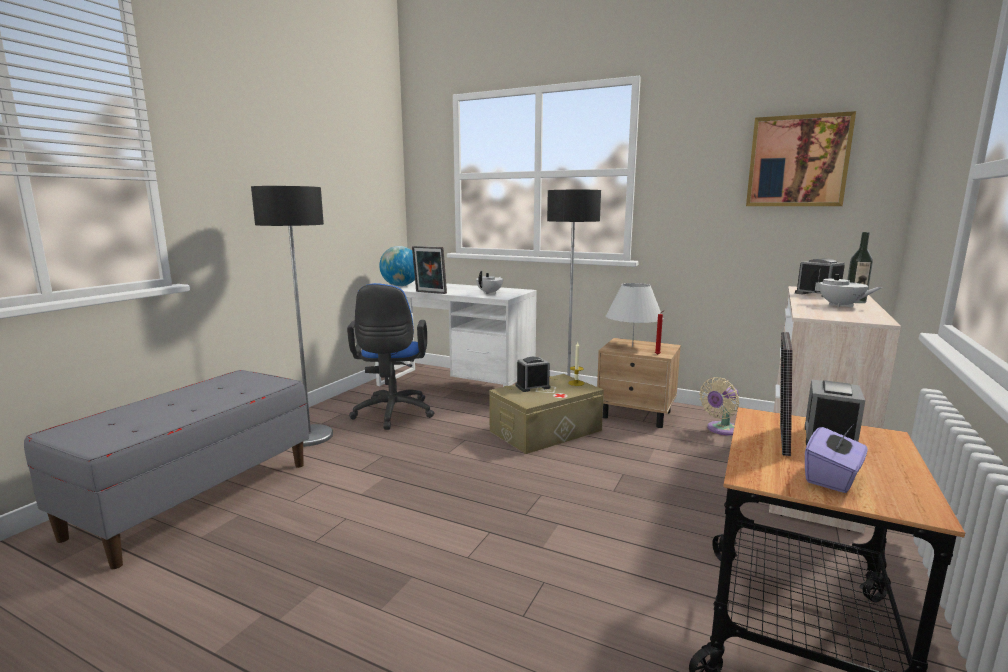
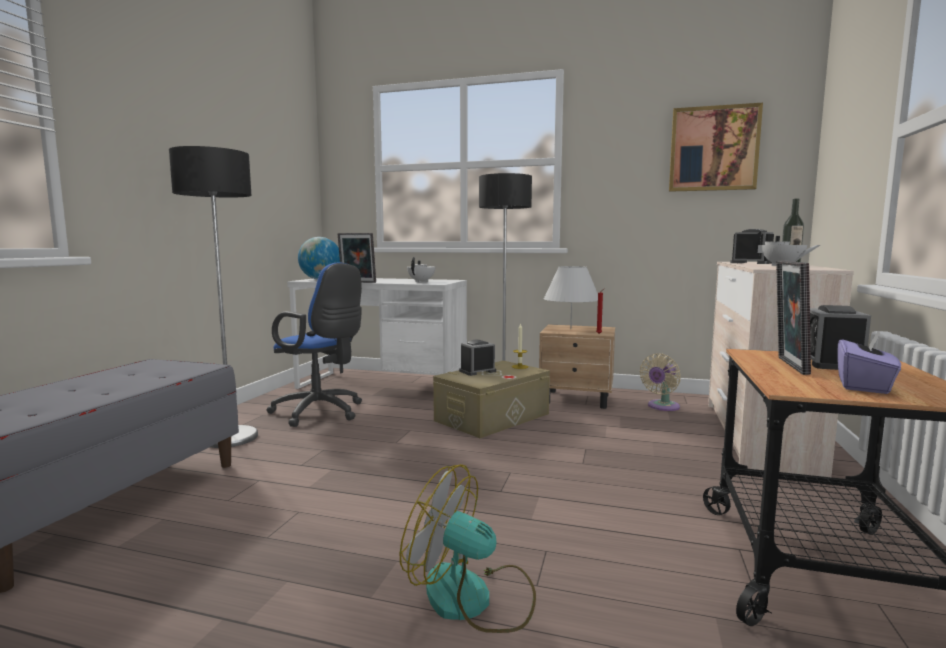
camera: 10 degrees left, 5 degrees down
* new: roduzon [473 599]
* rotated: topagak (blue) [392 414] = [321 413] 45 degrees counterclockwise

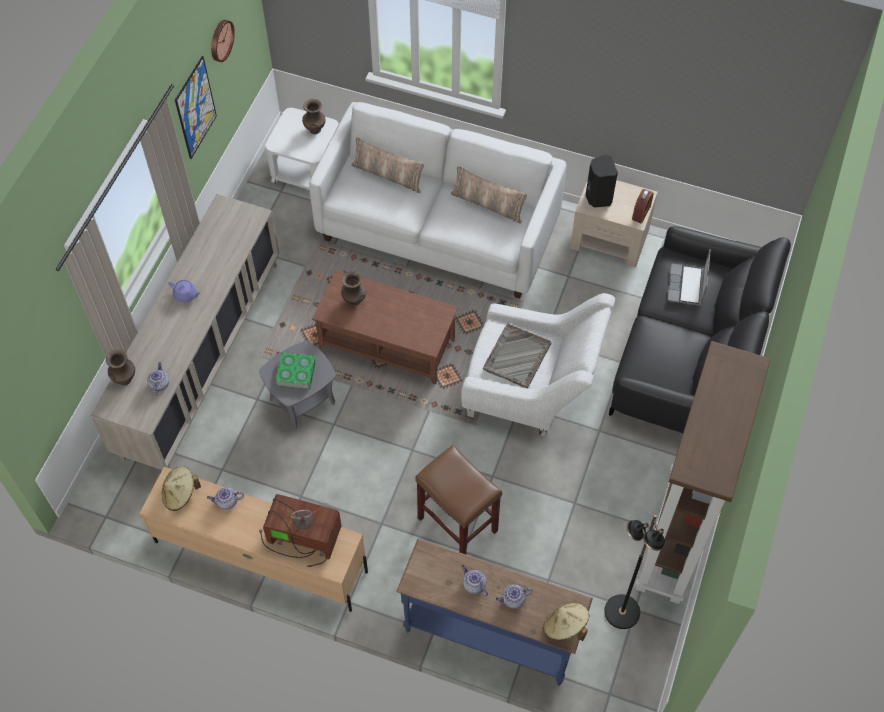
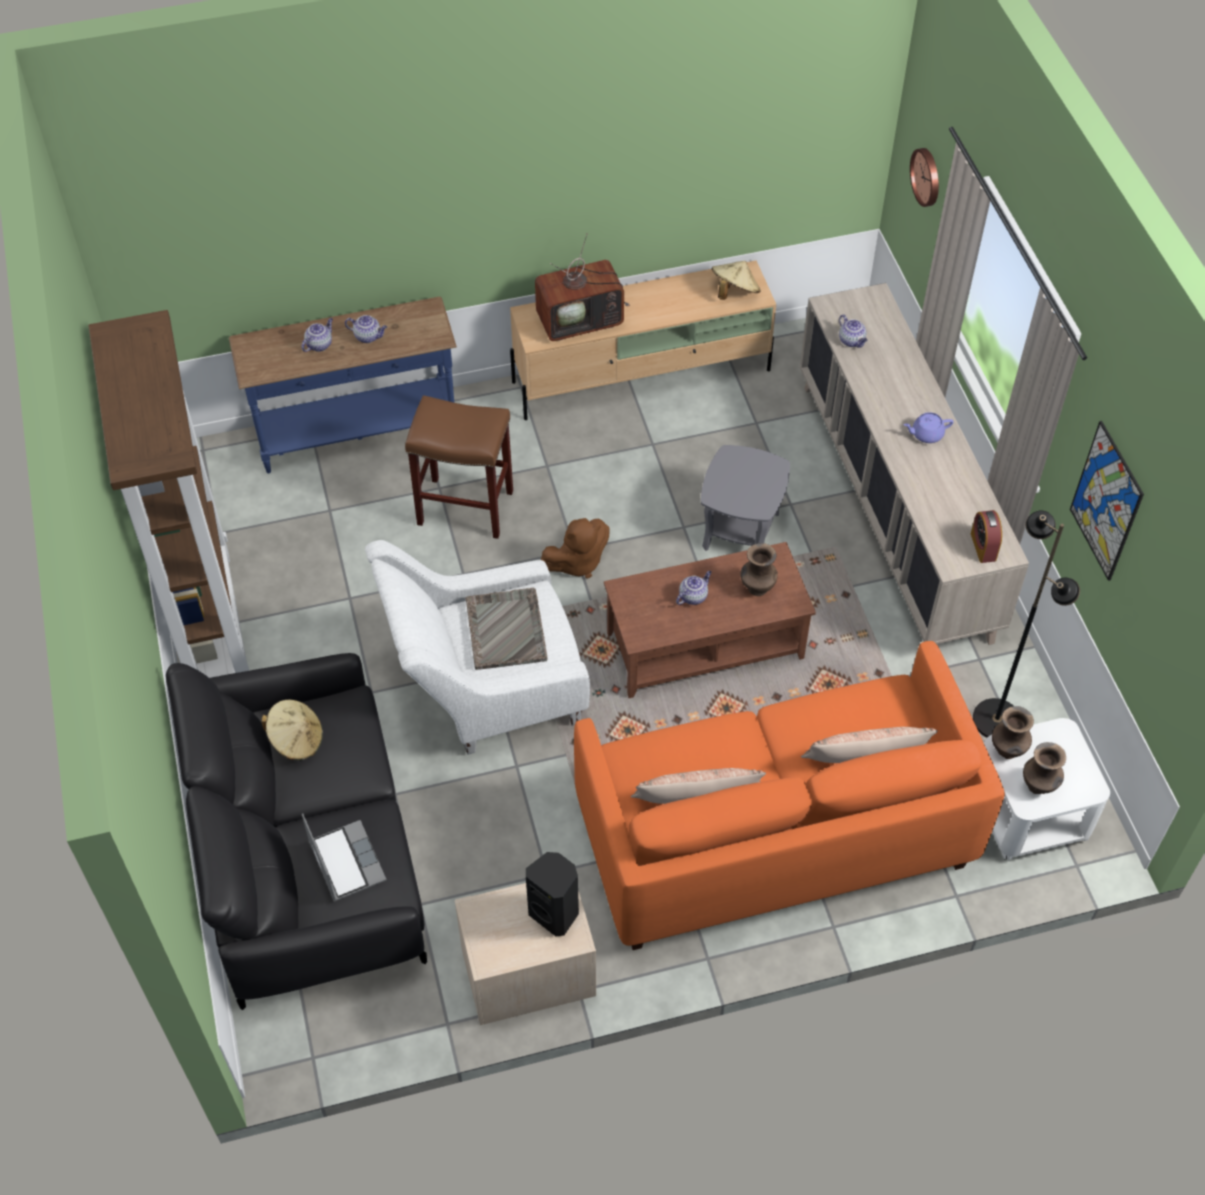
camera: 145 degrees right, 5 degrees down
* gone: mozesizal [296 373]
* new: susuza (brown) [577 562]
* shifted: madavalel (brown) [125 379] to [1007 751]
* shifted: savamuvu [226 502] to [693 596]
* shifted: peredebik [220 40] to [927 176]
* shifted: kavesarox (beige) [565 627] to [296 740]
* shifted: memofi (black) [621 612] to [996 719]
* shifted: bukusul [641 212] to [983 546]
* repainted: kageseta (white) [438 229] to kageseta (orange) [773 834]

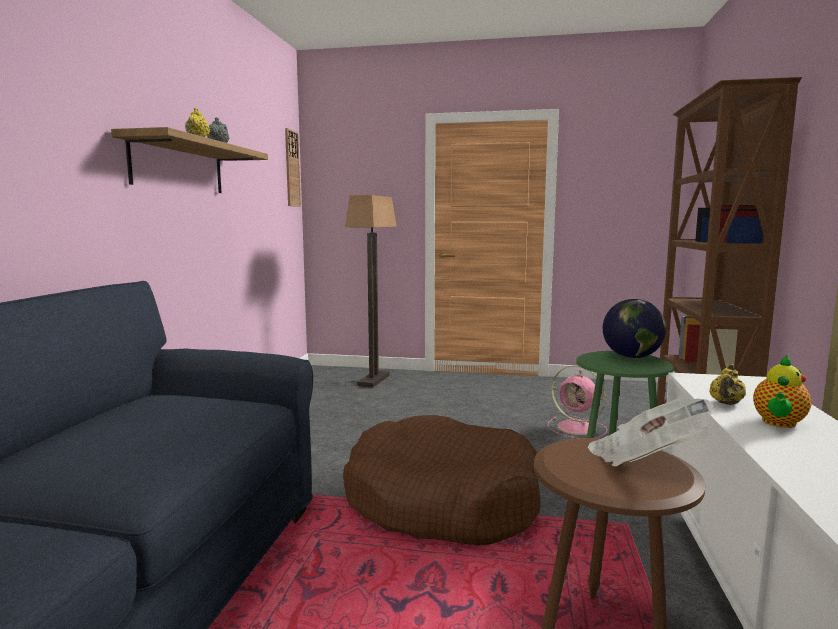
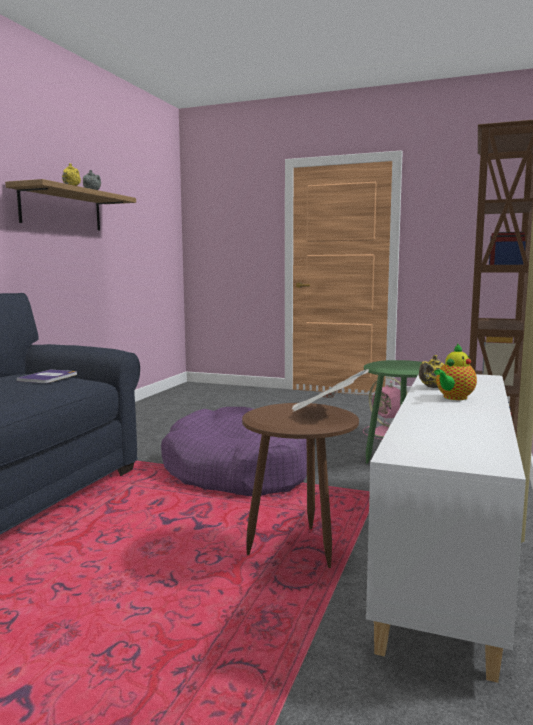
camera: 10 degrees right, 0 degrees up
* gone: peredebik [292 168]
* gone: memofi [374 380]
* gone: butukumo [632 357]
* new: mozesizal [48 377]
* repainted: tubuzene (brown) [441 501] to tubuzene (purple) [238 471]

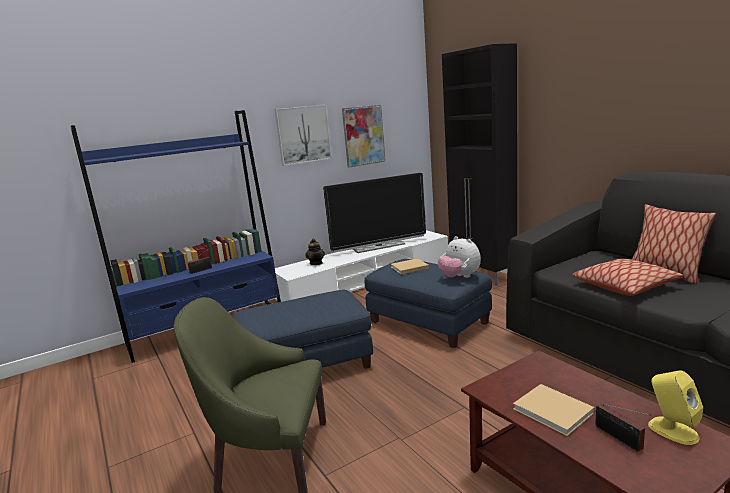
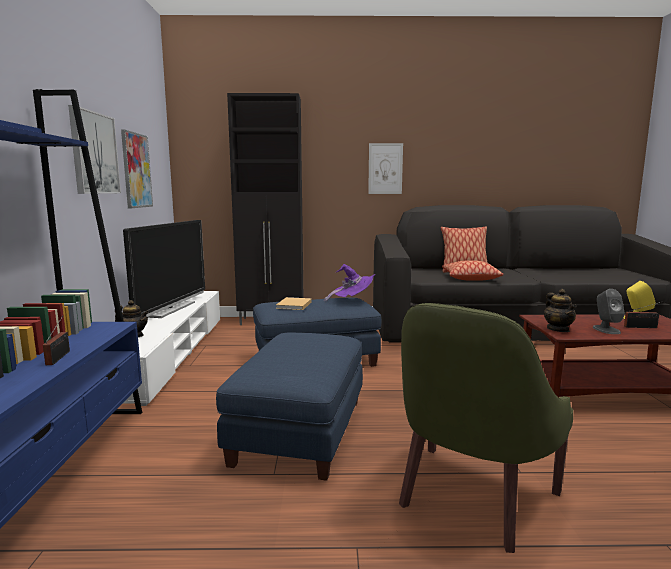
camera: 60 degrees left, 5 degrees down
* new: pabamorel [385 168]
* new: savamuvu [558 329]
* swapped: susuza [459 277] to kavesarox (purple) [352 301]
* swapped: mozesizal (beige) [554 412] to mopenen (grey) [606 329]

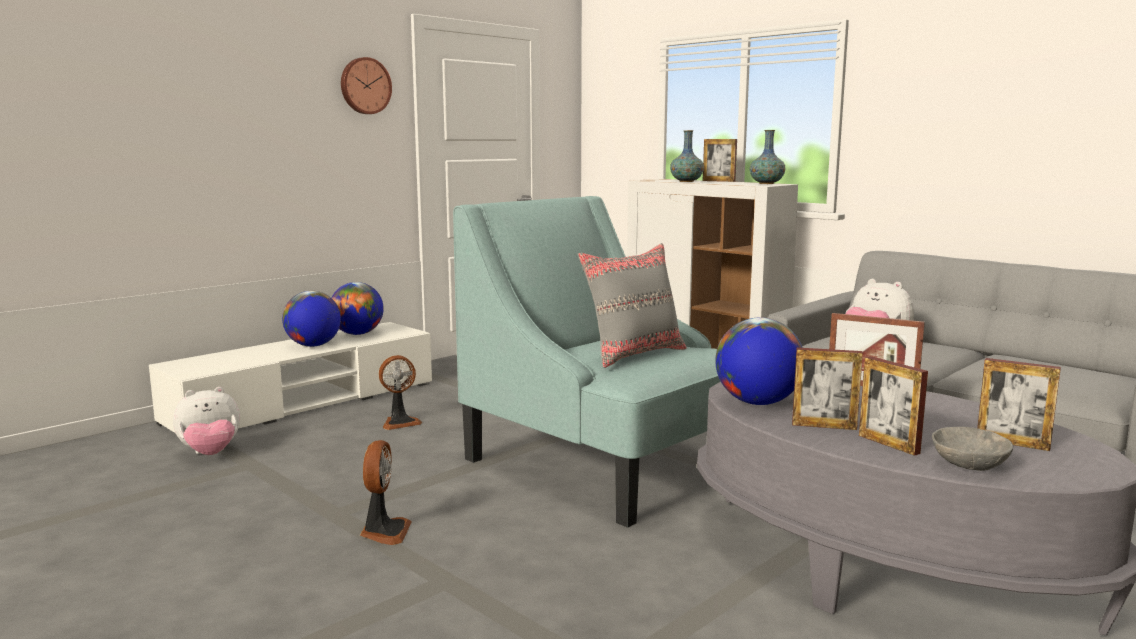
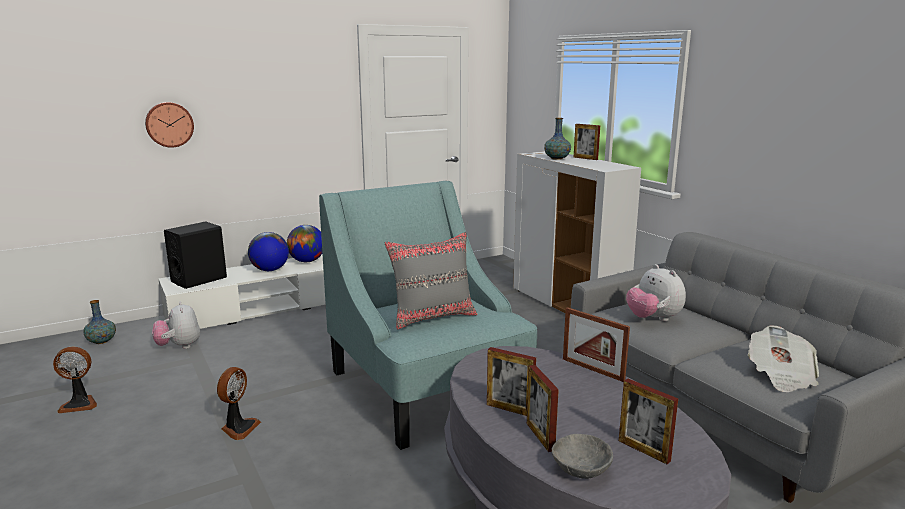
camera: 15 degrees right, 5 degrees up
* gone: butukumo [757 402]
* new: mopenen (black) [199 280]
* new: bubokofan [780 376]
* shifted: peredebik [365 86] to [169 124]
* shifted: roduzon [399 422] to [80 404]
* shifted: madavalel [766 183] to [101 341]
* rotated: susuza [210 454] = [179 346] 75 degrees clockwise

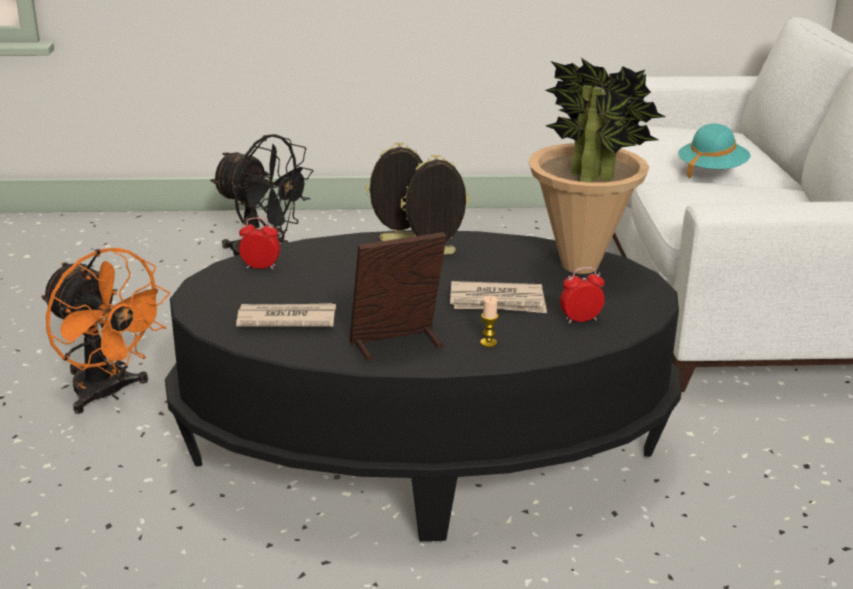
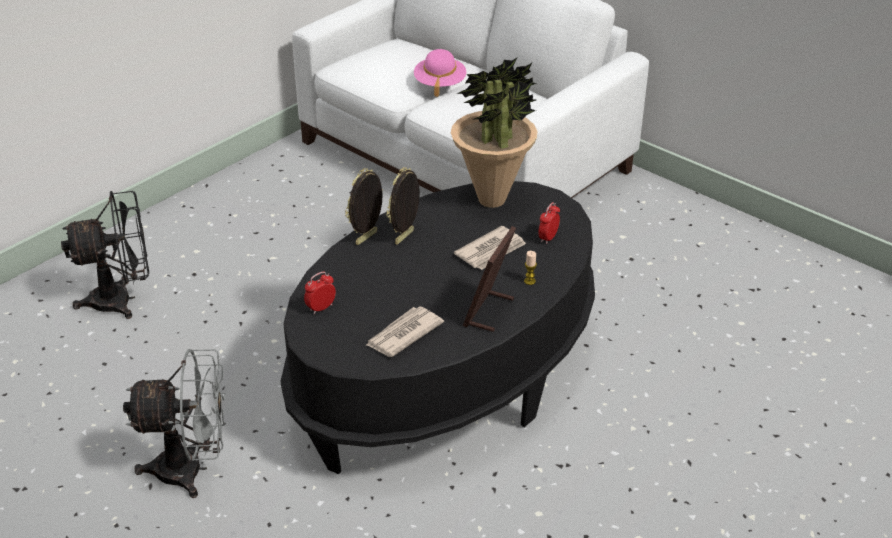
camera: 45 degrees left, 10 degrees up
* repainted: roduzon (orange) [108 393] to roduzon (grey) [192 470]
* repainted: kavesarox (turquoise) [711 171] to kavesarox (pink) [439 84]

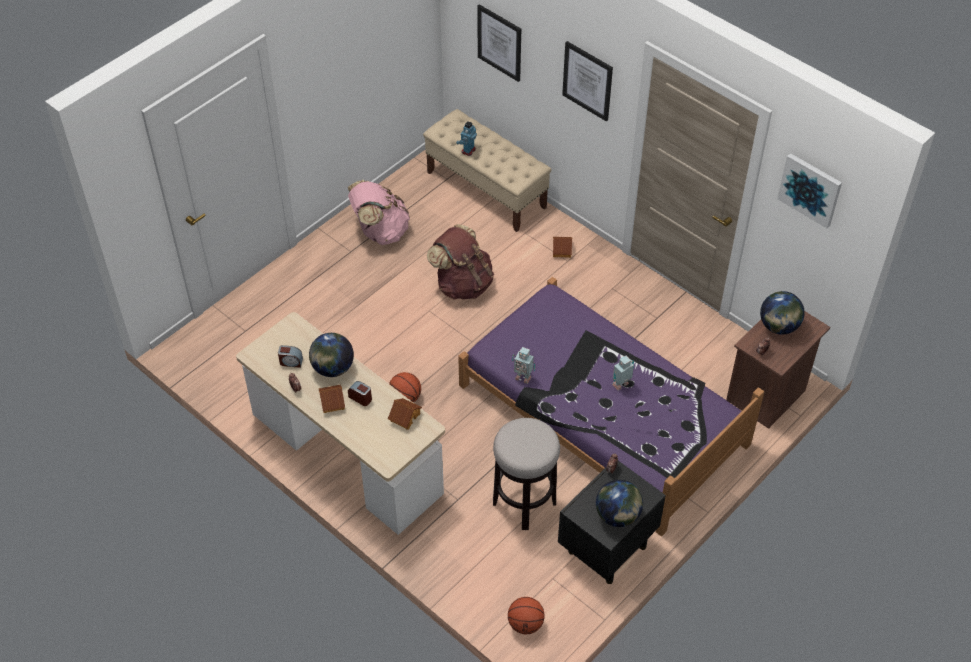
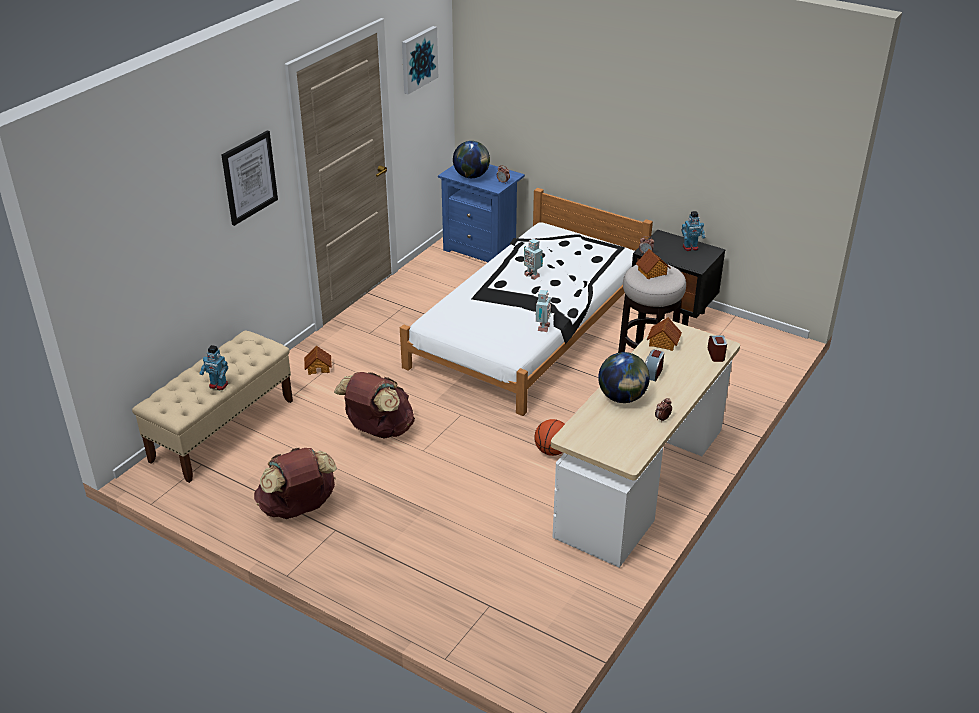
camera: 100 degrees left, 15 degrees down
* gone: pabamorel [499 42]
* gone: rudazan [525 623]
* shifted: bukusul [291 362] to [716 354]
* shifted: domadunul [331 402] to [652 272]
* swapped: butukumo [617 516] to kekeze [690 248]
* repainted: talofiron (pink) [380 232] to talofiron (brown) [298 509]
* repainted: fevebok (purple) [602 414] to fevebok (white) [529 327]
* repainted: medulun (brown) [767 397] to medulun (blue) [482 250]

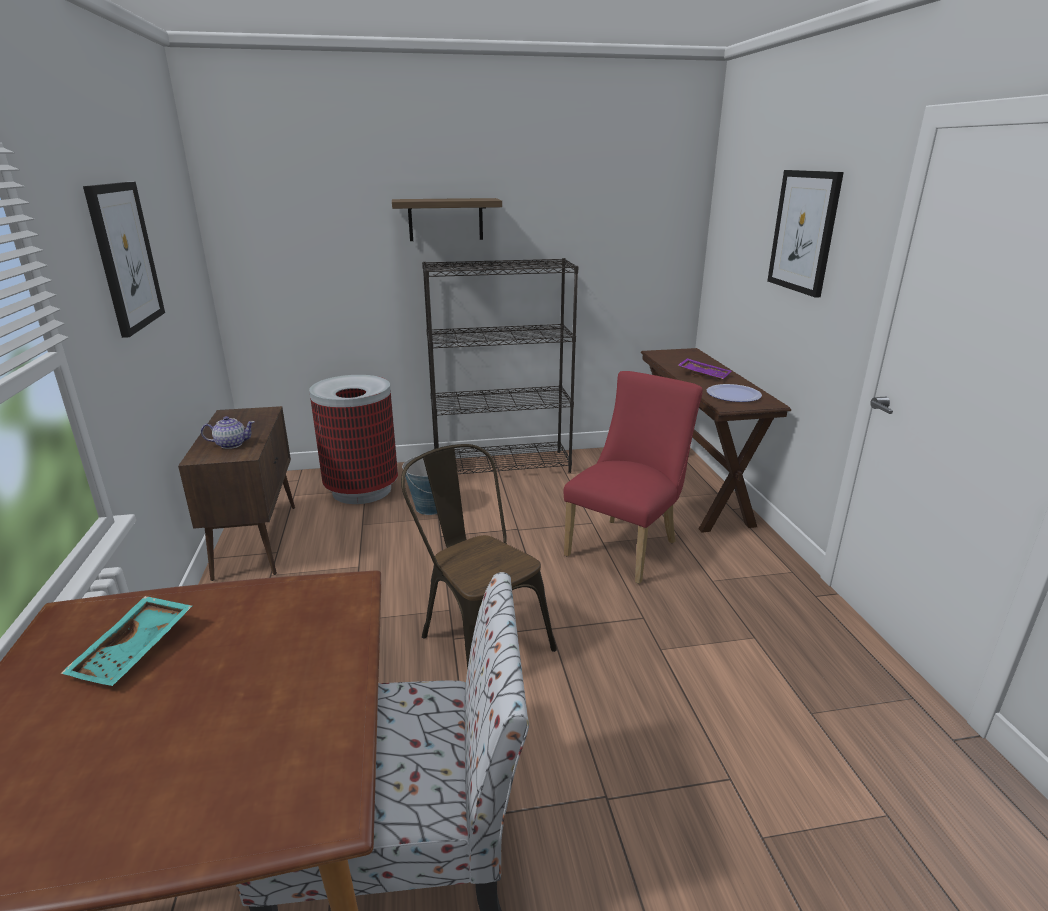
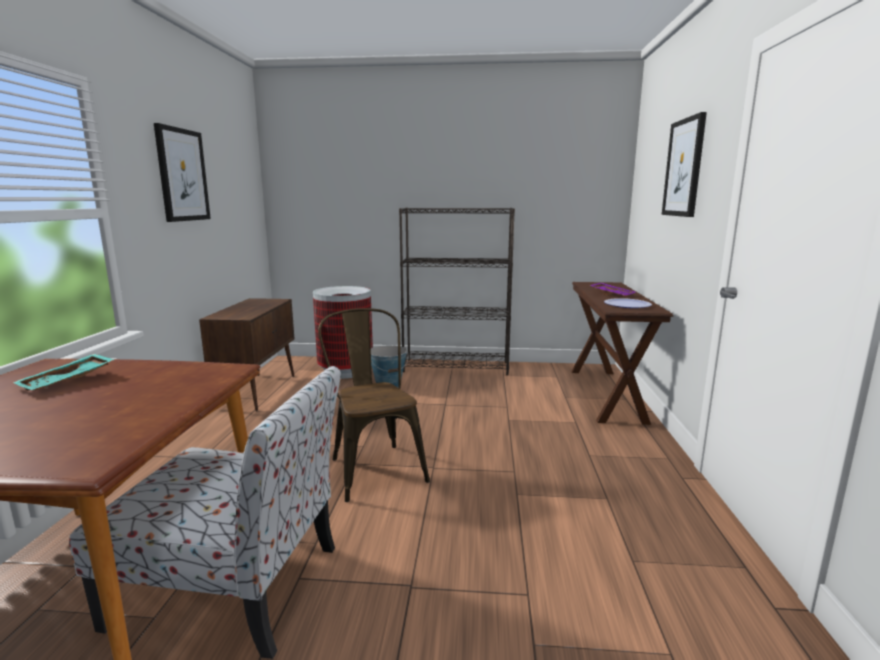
camera: 15 degrees right, 10 degrees down
* gone: savamuvu [231 444]
* gone: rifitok [445 219]
* gone: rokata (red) [626 546]

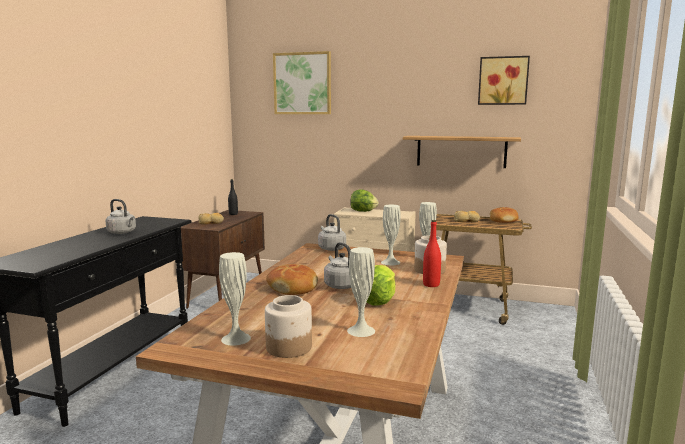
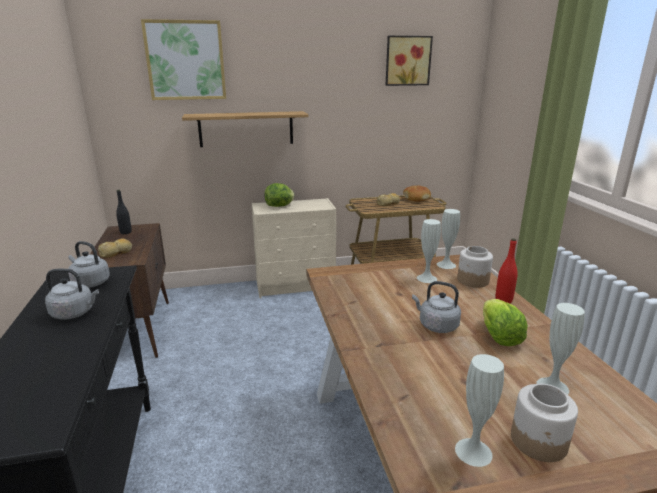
camera: 30 degrees left, 10 degrees up
* gone: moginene [293 287]
* shifted: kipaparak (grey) [331 248] to [89 282]
* shifted: rifitok [461 151] to [246 129]

